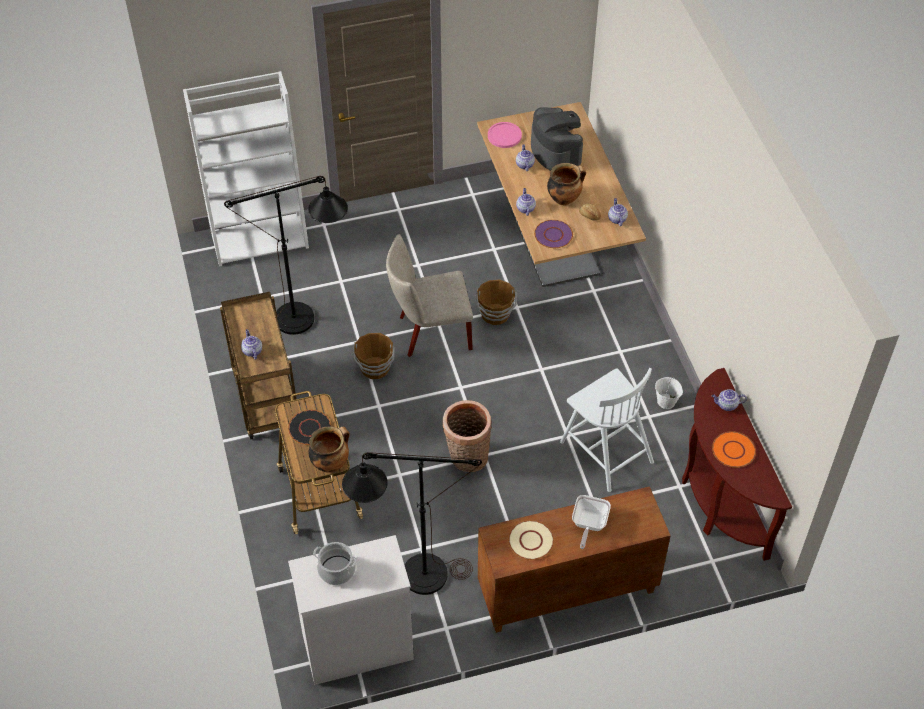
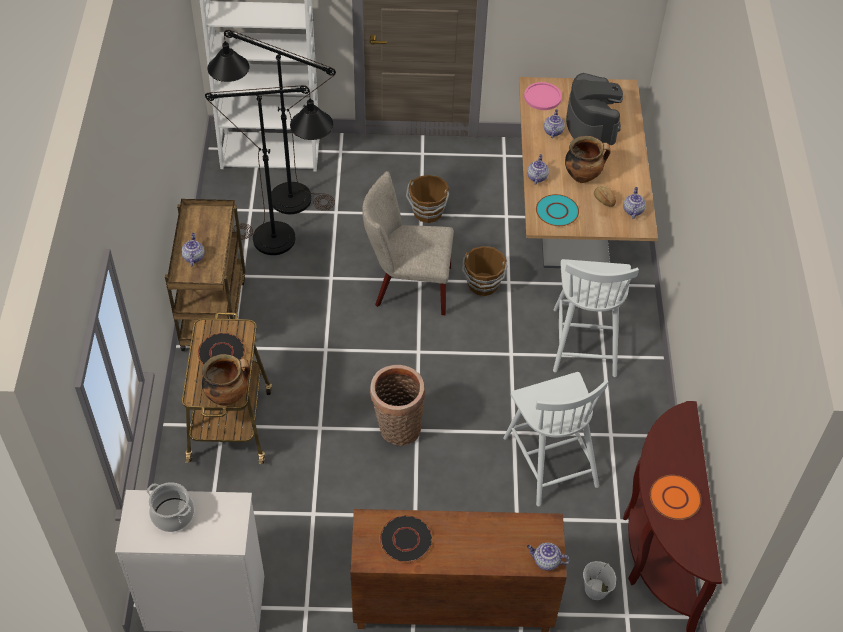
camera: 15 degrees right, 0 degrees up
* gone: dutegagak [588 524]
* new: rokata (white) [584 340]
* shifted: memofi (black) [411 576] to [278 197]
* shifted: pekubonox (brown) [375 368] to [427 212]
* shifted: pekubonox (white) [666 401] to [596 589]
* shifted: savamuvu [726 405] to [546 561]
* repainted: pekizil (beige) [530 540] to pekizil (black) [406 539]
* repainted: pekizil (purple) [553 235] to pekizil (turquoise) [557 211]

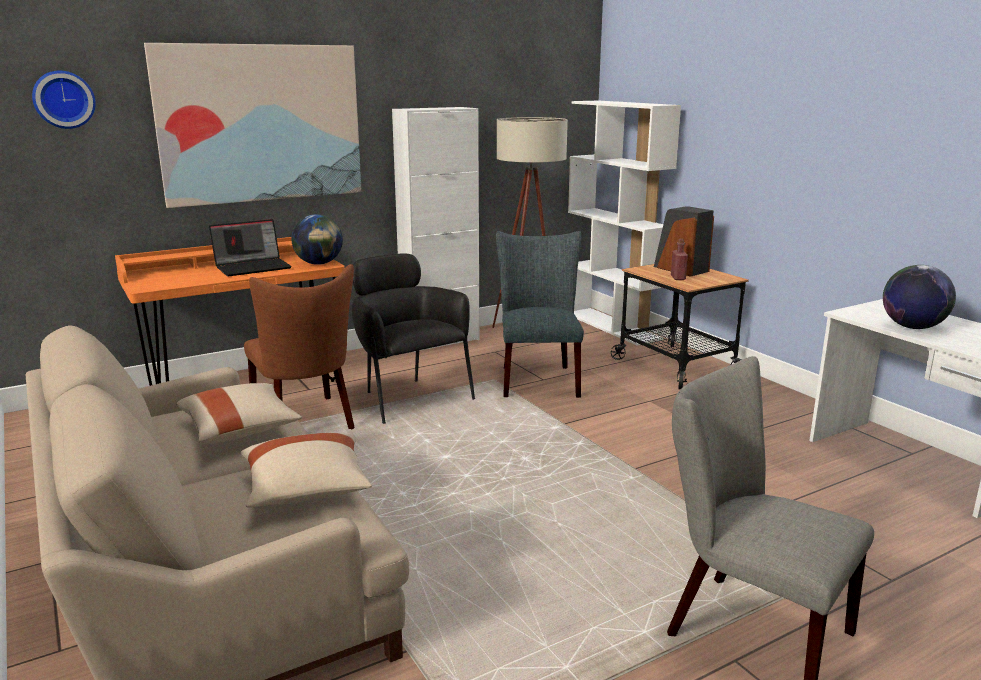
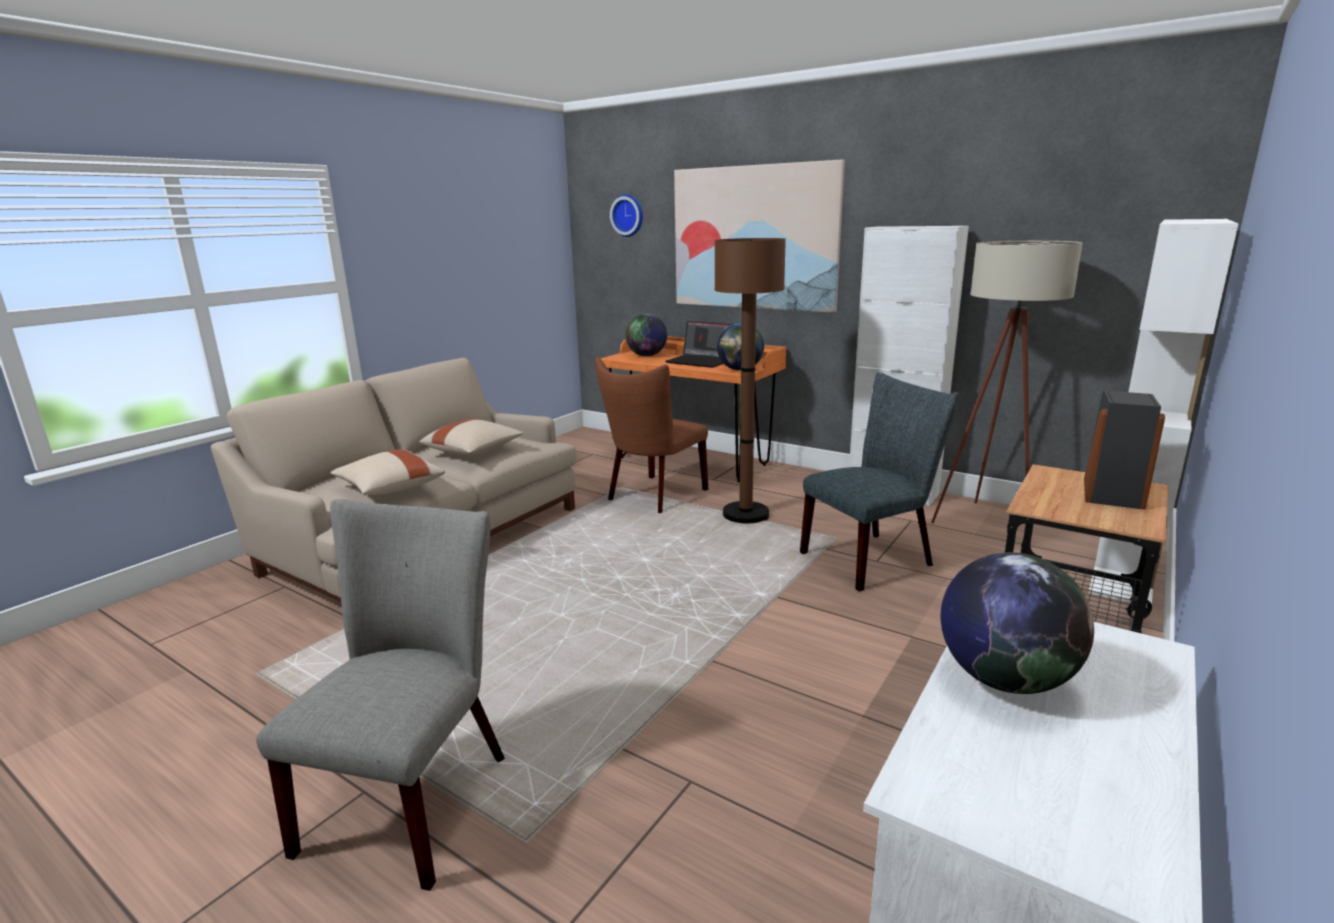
camera: 65 degrees right, 0 degrees up
* gone: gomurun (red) [678 278]
* new: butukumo [647 356]
* swapped: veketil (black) [408 397] to memofi (brown) [745 515]

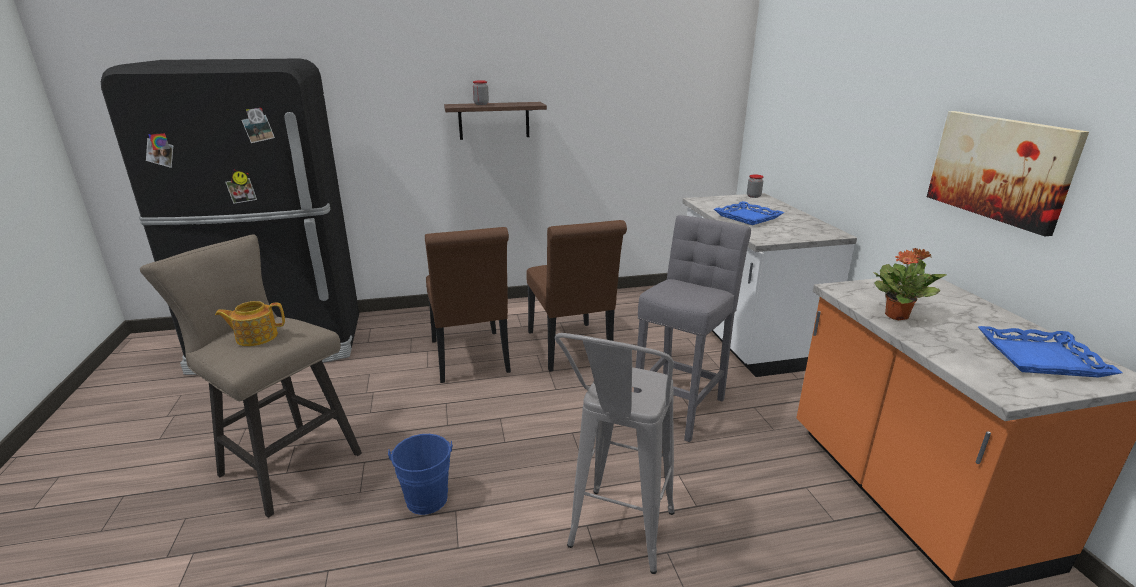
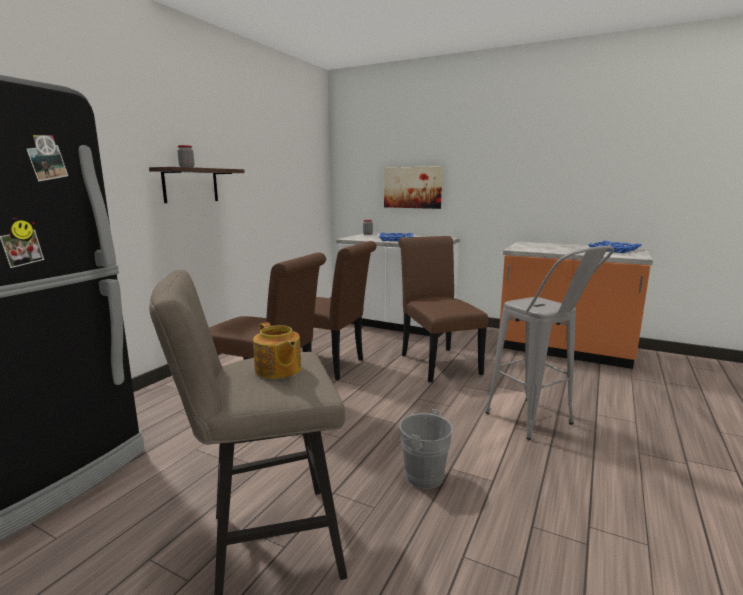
camera: 50 degrees left, 10 degrees down
* gone: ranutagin [897 316]
* shifted: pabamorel [1000 168] to [412 187]
* swapped: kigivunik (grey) [680 406] to rokata (brown) [437 362]
* repainted: pekubonox (blue) [427 496] to pekubonox (grey) [420 475]
* rotated: savamuvu [256 337] = [278 370] 60 degrees counterclockwise

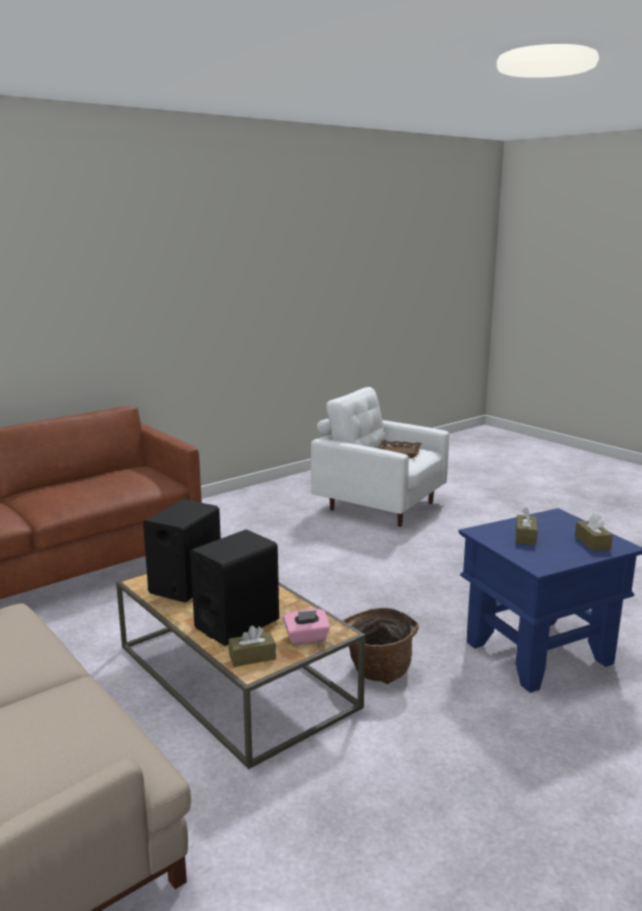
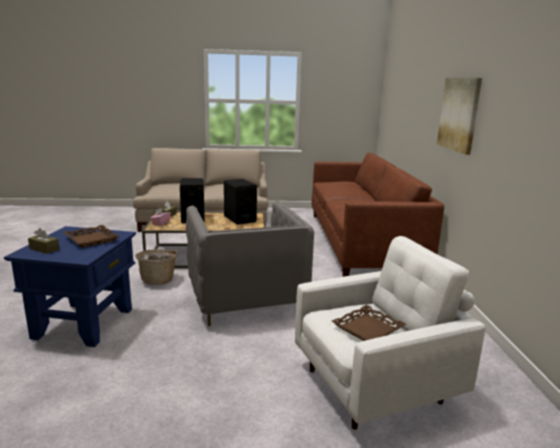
camera: 125 degrees right, 0 degrees up
* new: veketil (grey) [245 298]
* new: pabamorel [459 114]
* swapped: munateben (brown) [525 536] to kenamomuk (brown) [91 239]

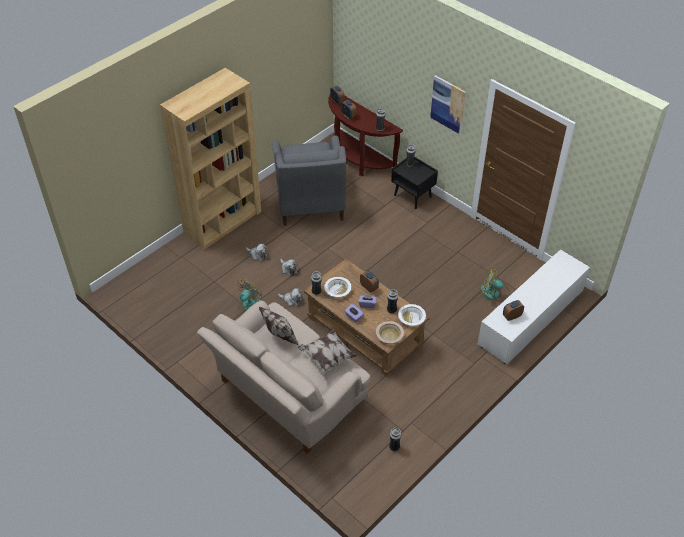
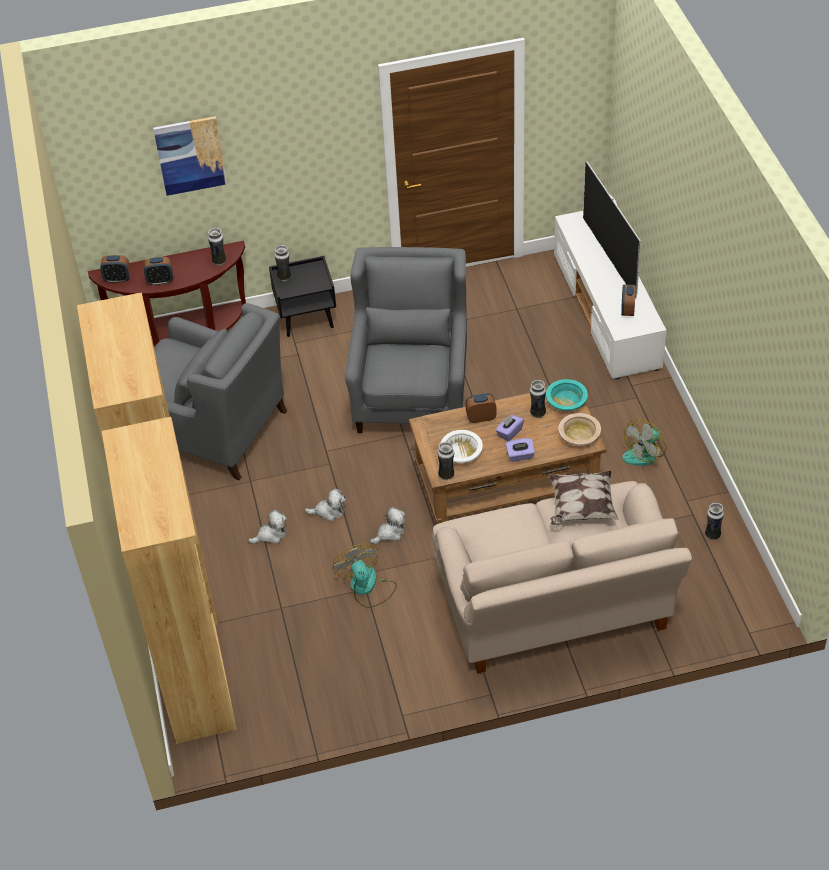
camera: 55 degrees left, 0 degrees up
* gone: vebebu [280 338]
* new: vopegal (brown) [196 676]
* new: veketil (grey) [412 391]
* new: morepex [610 257]
* shifted: pabamorel [448 104] to [190 155]
* shifted: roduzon [494 293] to [645 453]
* repainted: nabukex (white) [411 318] to nabukex (turquoise) [566 401]

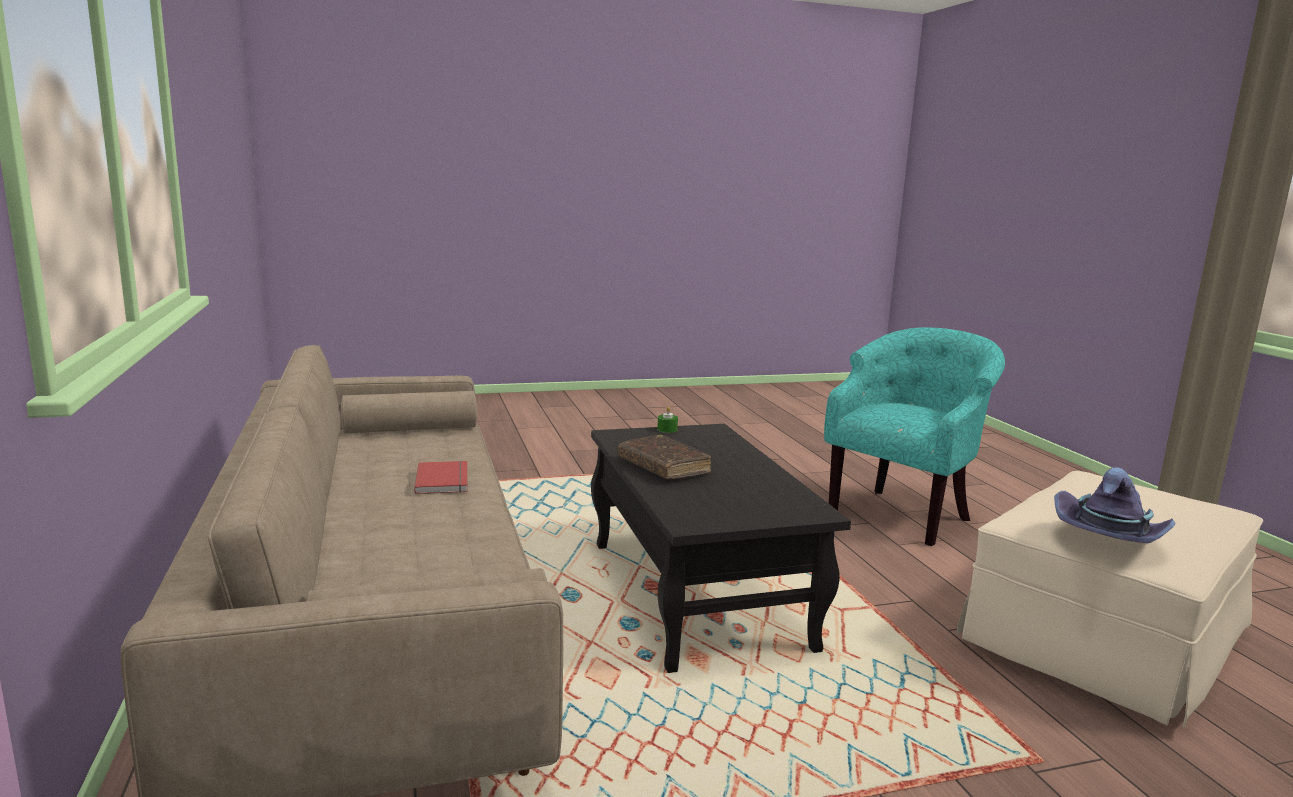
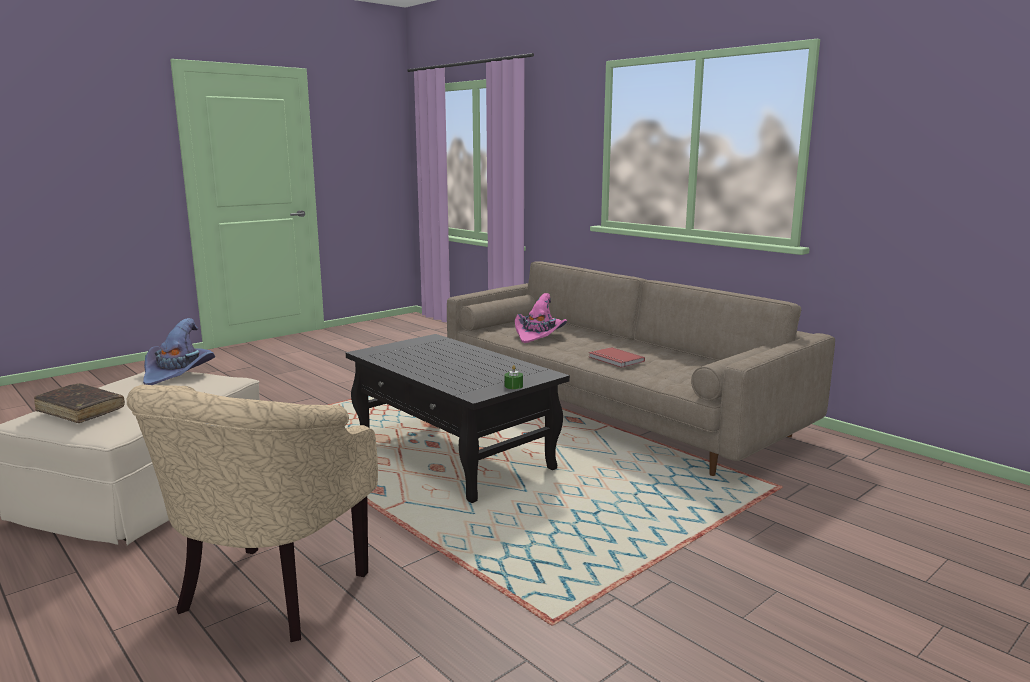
camera: 155 degrees right, 0 degrees up
* new: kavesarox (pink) [539 335]
* shifted: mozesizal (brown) [663 467] to [80 411]
* repainted: veketil (turquoise) [904 513] to veketil (beige) [267 597]

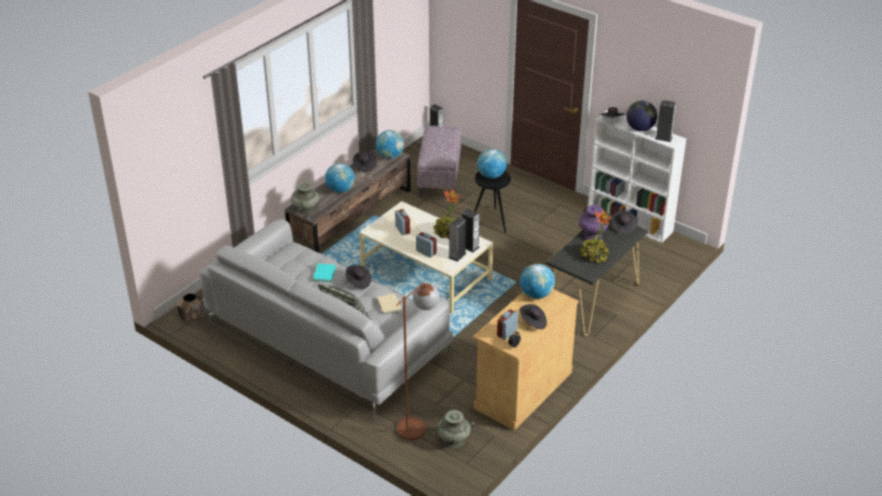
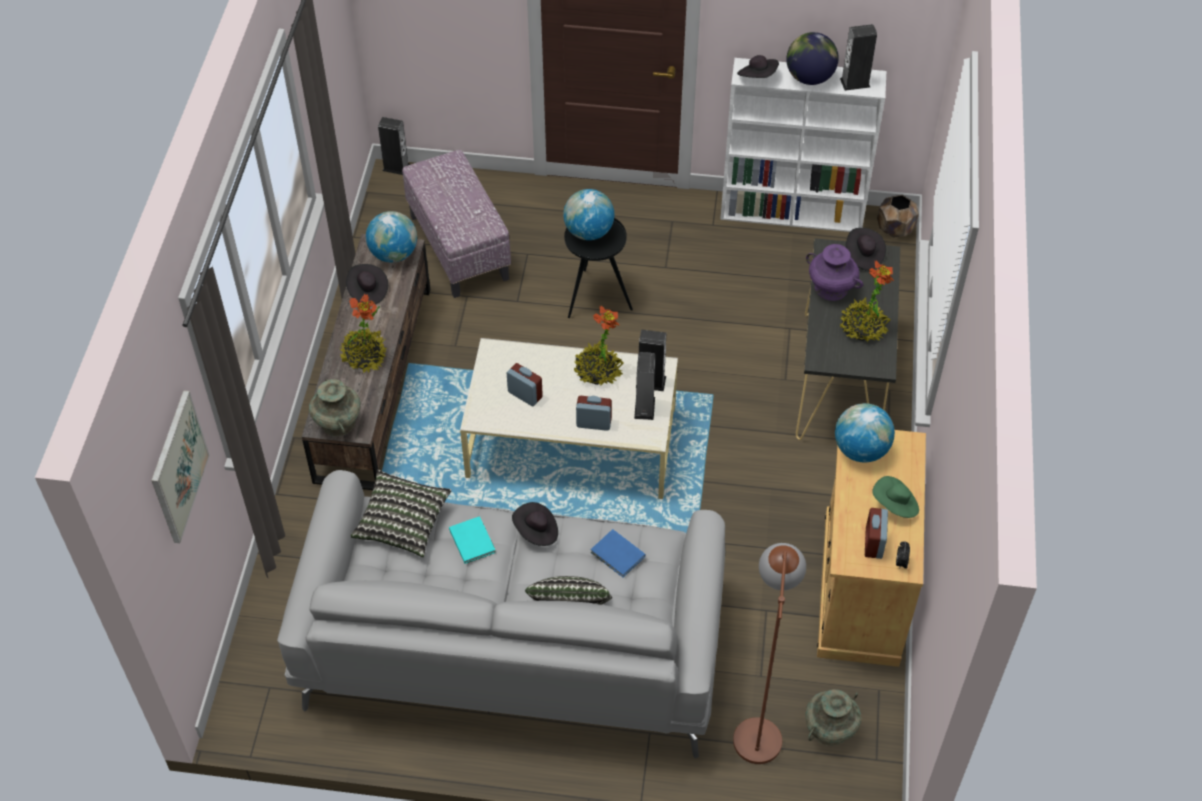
camera: 30 degrees left, 15 degrees up
* new: pabamorel [178 467]
* new: vebebu [402 522]
* shifted: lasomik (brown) [192 317] to [895 229]
* swapped: butukumo [340 190] to ranutagin [364 357]
* repainted: mozesizal (beige) [388 305] to mozesizal (blue) [618 555]
* repainted: kavesarox (black) [533 322] to kavesarox (green) [895 505]

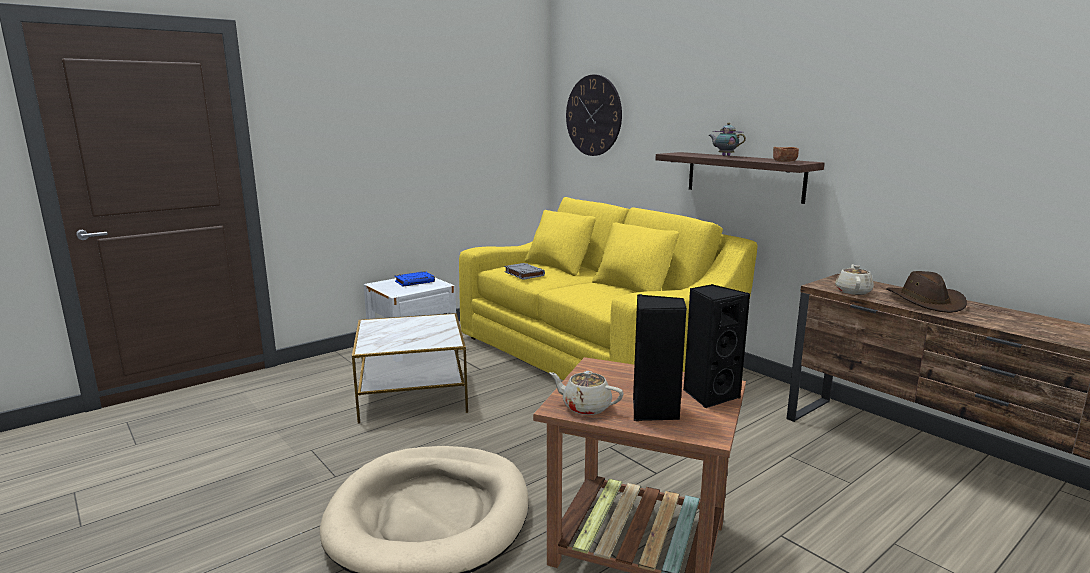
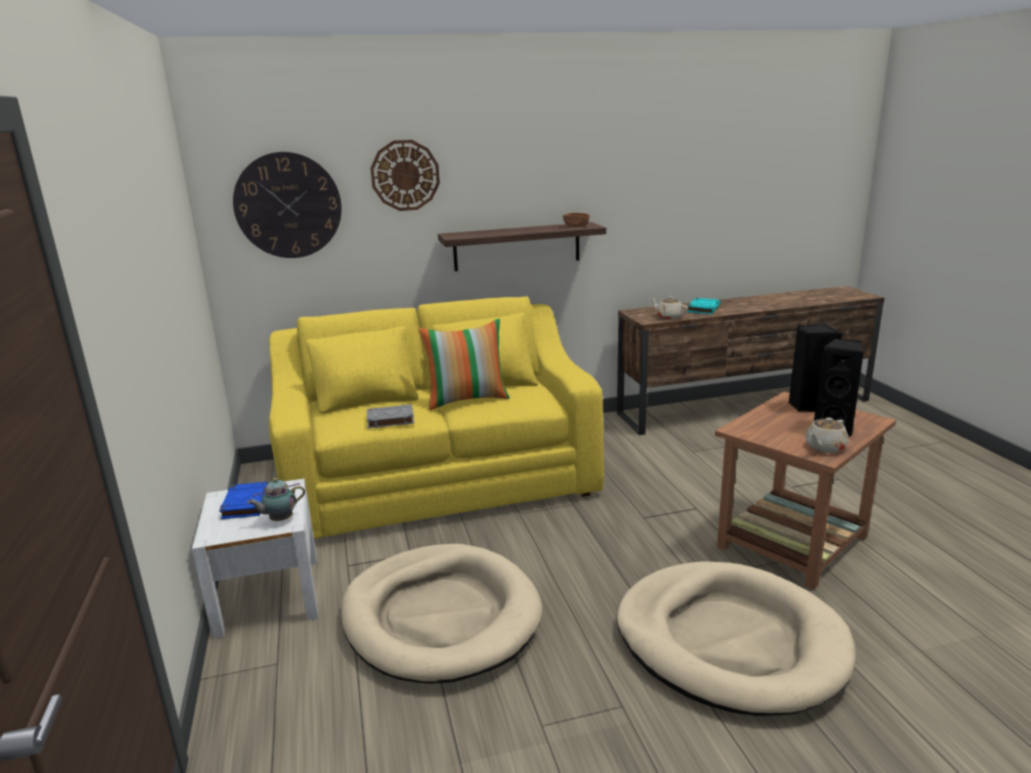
camera: 65 degrees left, 5 degrees up
* new: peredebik [405 175]
* new: vebebu [467 399]
* shifted: savamuvu [725 155] to [279 520]
* swapped: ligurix [412 394] to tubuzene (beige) [440 617]
* swapped: kavesarox (brown) [926 302] to mozesizal (turquoise) [703 309]

